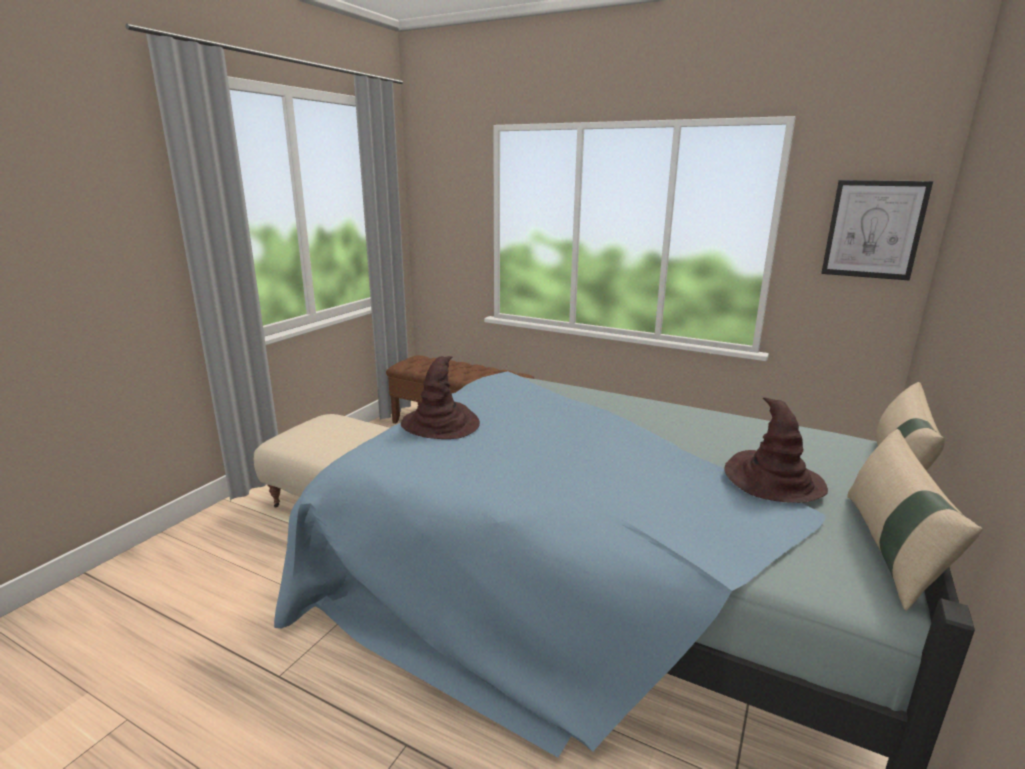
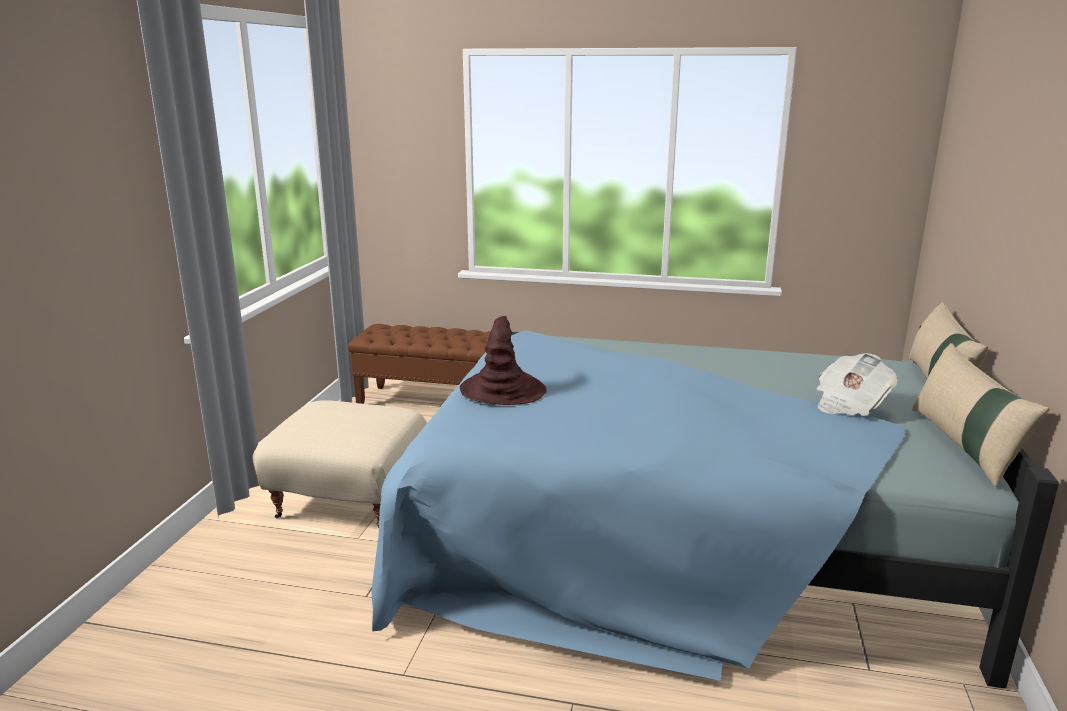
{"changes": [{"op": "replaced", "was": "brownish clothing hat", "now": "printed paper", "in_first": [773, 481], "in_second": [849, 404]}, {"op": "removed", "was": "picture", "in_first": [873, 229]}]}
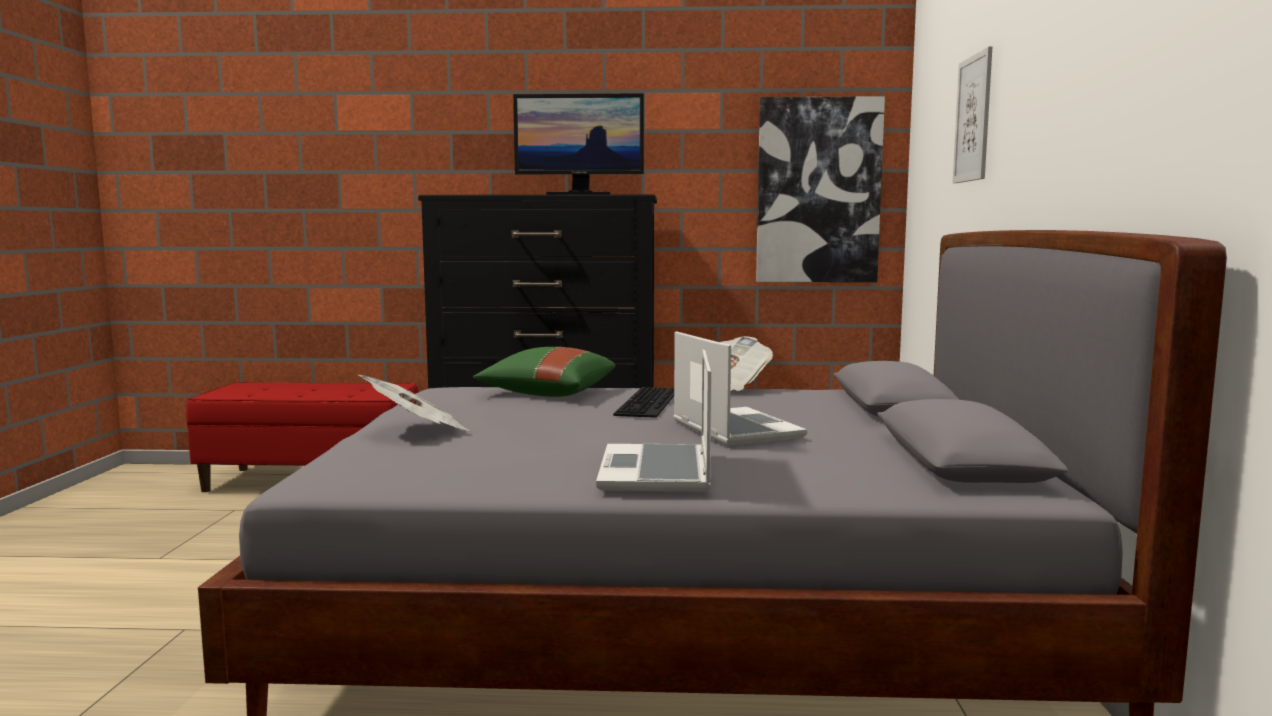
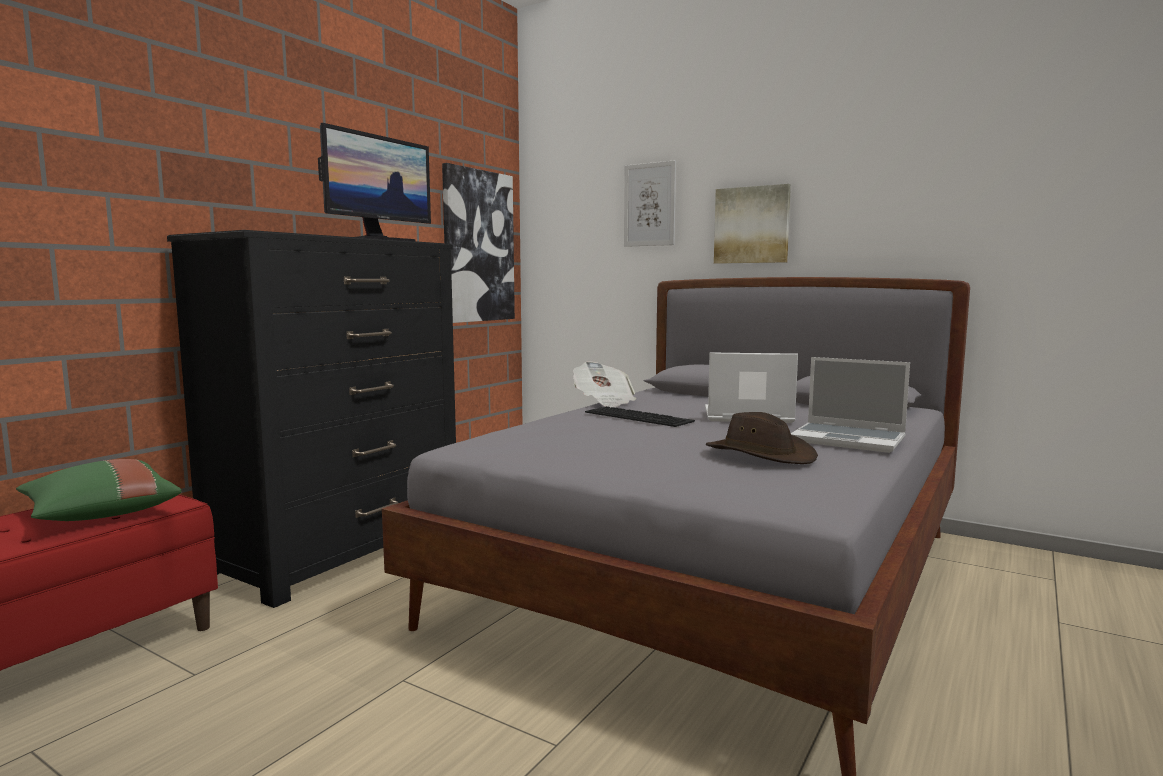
{"changes": [{"op": "removed", "was": "printed paper", "in_first": [418, 431]}, {"op": "moved", "was": "greenish cushion", "in_first": [547, 394], "in_second": [101, 514]}, {"op": "added", "now": "brownish clothing hat", "in_second": [760, 454]}, {"op": "added", "now": "picture", "in_second": [752, 225]}]}
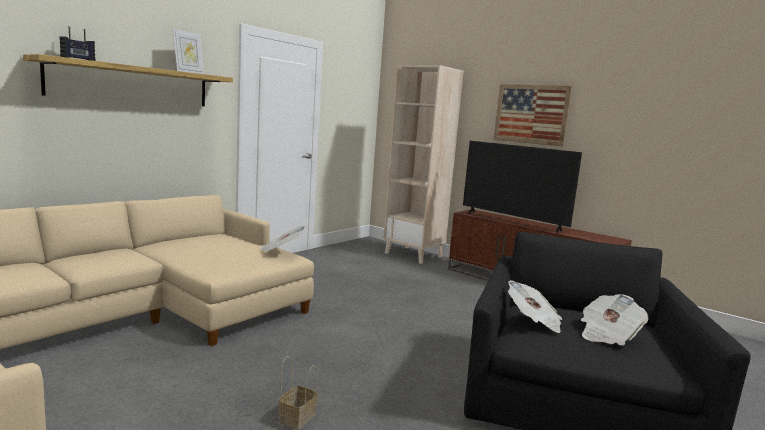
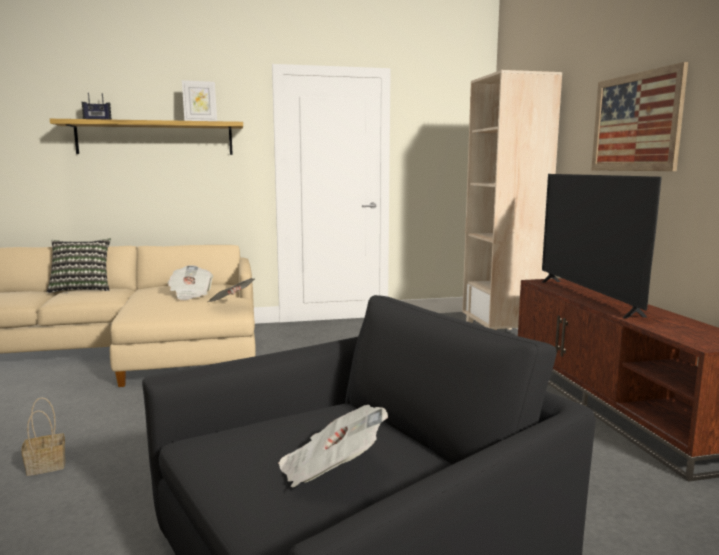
{"changes": [{"op": "moved", "was": "printed paper", "in_first": [533, 321], "in_second": [190, 295]}, {"op": "added", "now": "cushion", "in_second": [82, 289]}]}
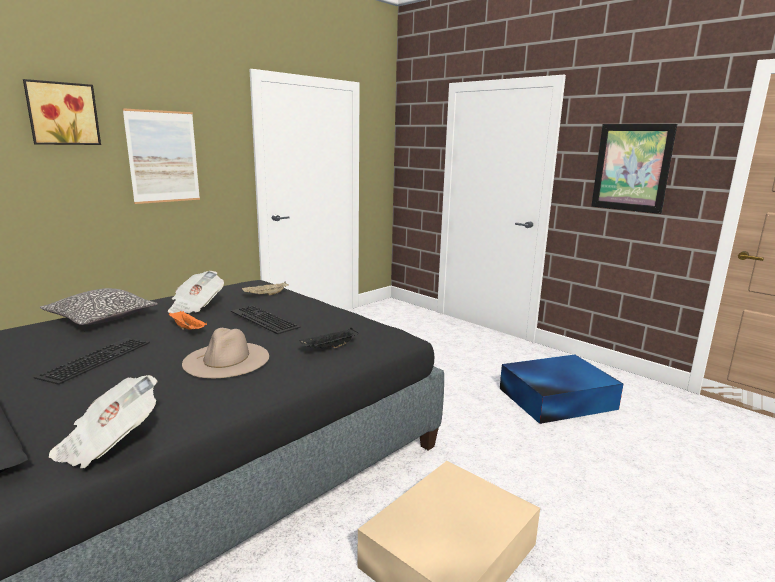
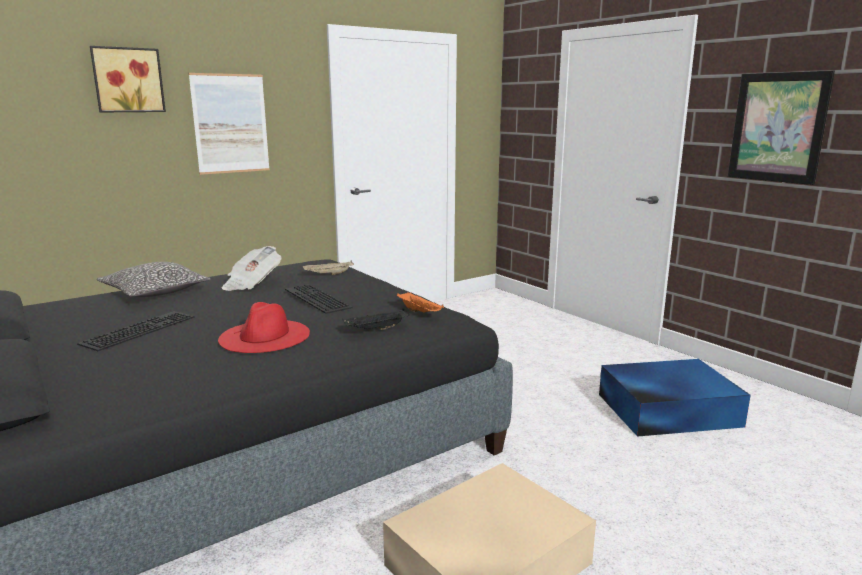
{"changes": [{"op": "removed", "was": "printed paper", "in_first": [108, 443]}, {"op": "moved", "was": "orange-coloured tray", "in_first": [188, 329], "in_second": [420, 312]}, {"op": "recoloured", "was": "sand-coloured clothing hat", "now": "reddish clothing hat", "in_first": [226, 359], "in_second": [265, 336]}]}
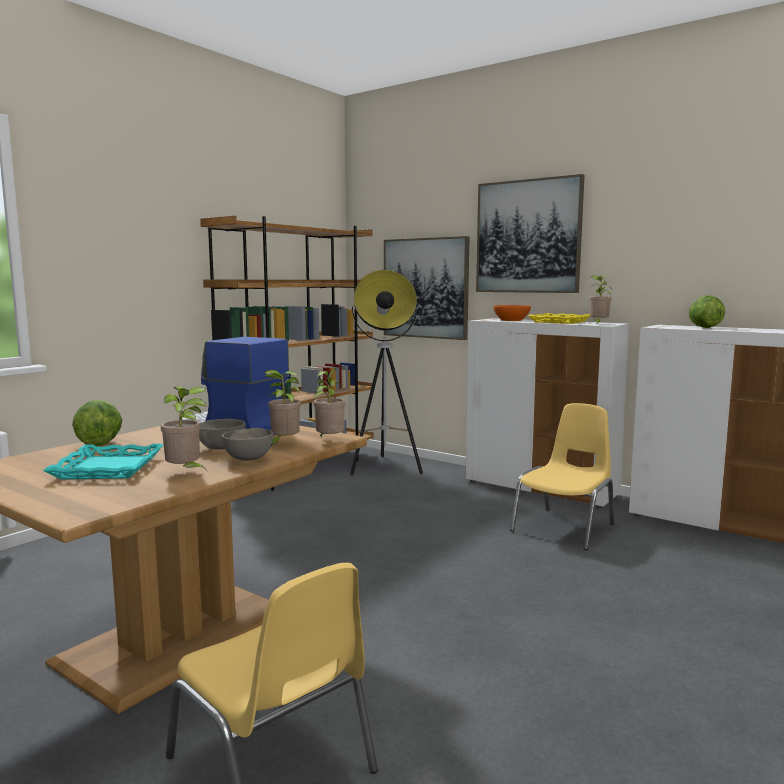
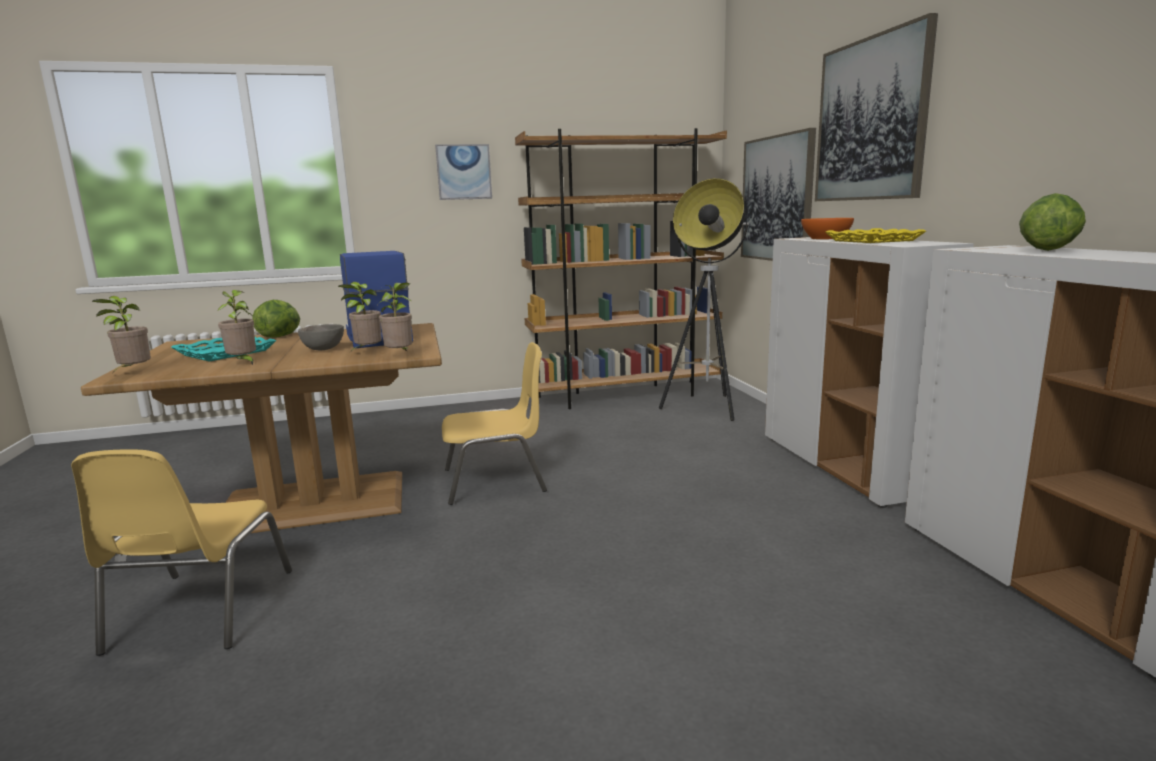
{"changes": [{"op": "removed", "was": "gray serving bowl", "in_first": [249, 459]}, {"op": "moved", "was": "yellow upright chair", "in_first": [565, 527], "in_second": [496, 481]}, {"op": "moved", "was": "houseplant", "in_first": [598, 324], "in_second": [133, 373]}, {"op": "added", "now": "picture", "in_second": [464, 172]}]}
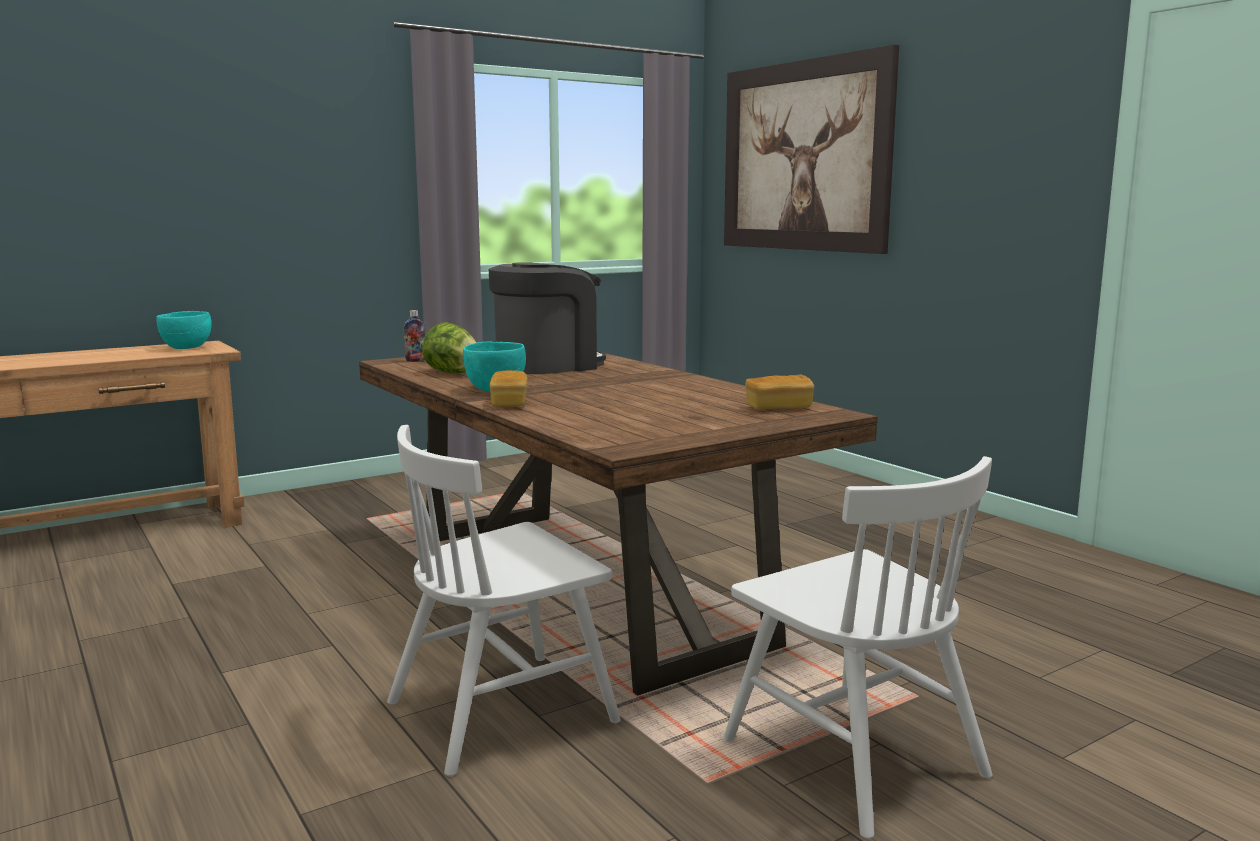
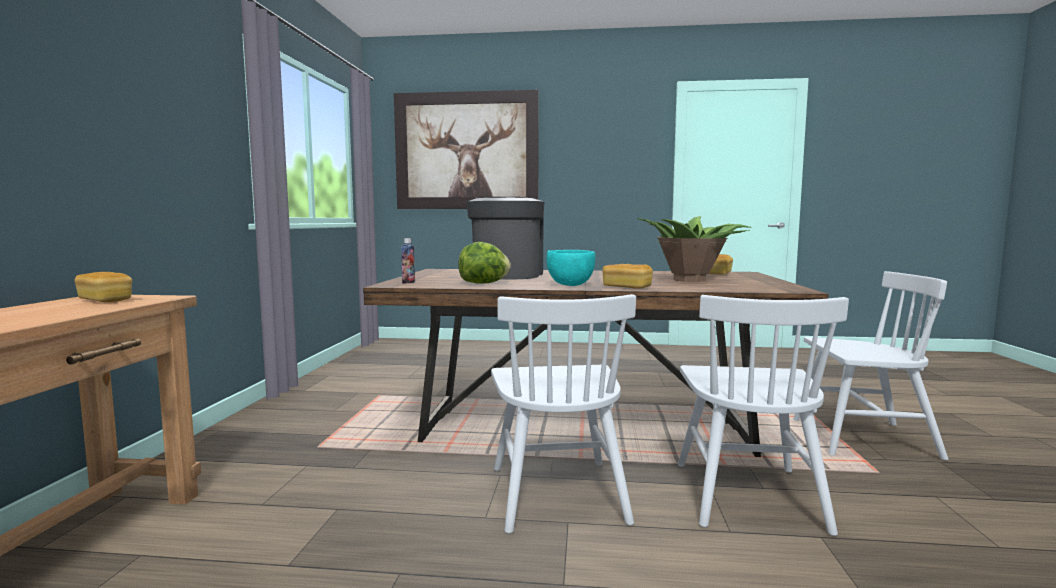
{"changes": [{"op": "replaced", "was": "turquoise-coloured serving bowl", "now": "bread", "in_first": [187, 348], "in_second": [105, 300]}, {"op": "added", "now": "white upright chair", "in_second": [557, 494]}, {"op": "added", "now": "houseplant", "in_second": [691, 280]}]}
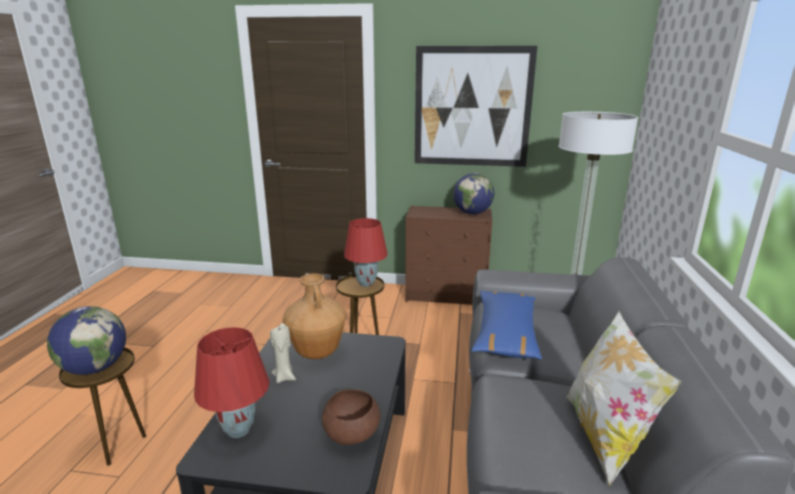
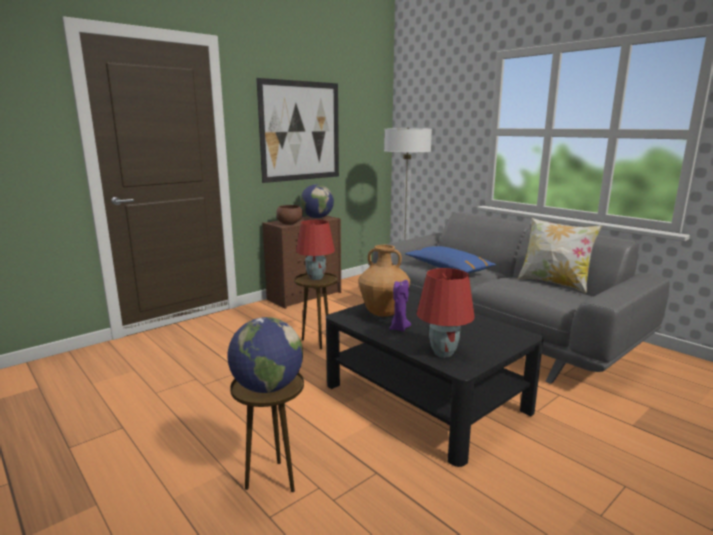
{"changes": [{"op": "recoloured", "was": "sand-coloured candle", "now": "purple-coloured candle", "in_first": [284, 377], "in_second": [399, 328]}, {"op": "moved", "was": "brownish serving bowl", "in_first": [352, 435], "in_second": [290, 223]}]}
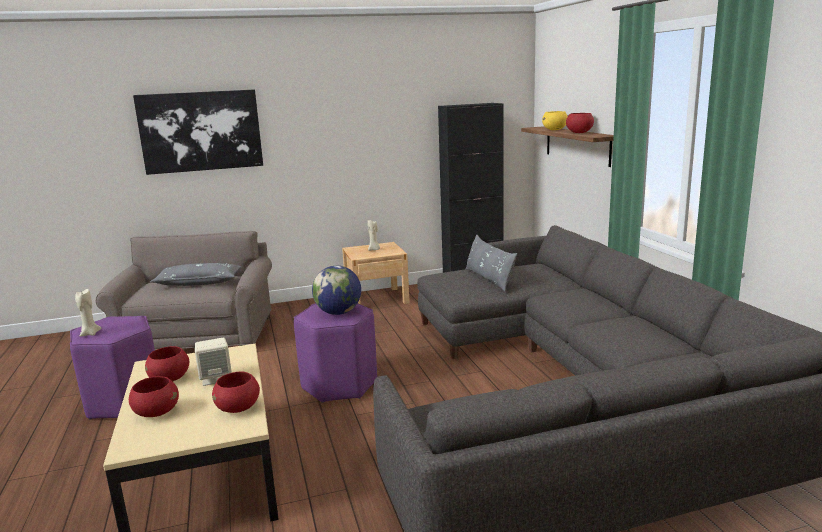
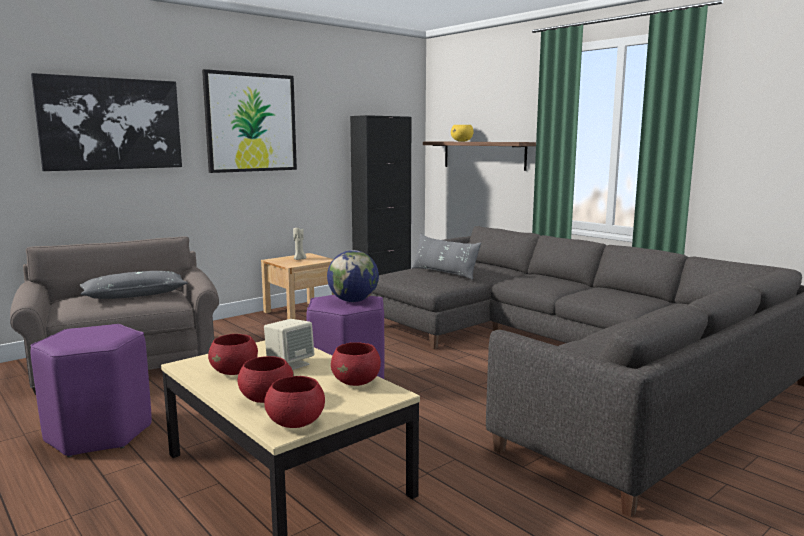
{"changes": [{"op": "removed", "was": "sand-coloured candle", "in_first": [90, 334]}, {"op": "moved", "was": "reddish serving bowl", "in_first": [579, 132], "in_second": [295, 423]}, {"op": "added", "now": "picture", "in_second": [251, 122]}]}
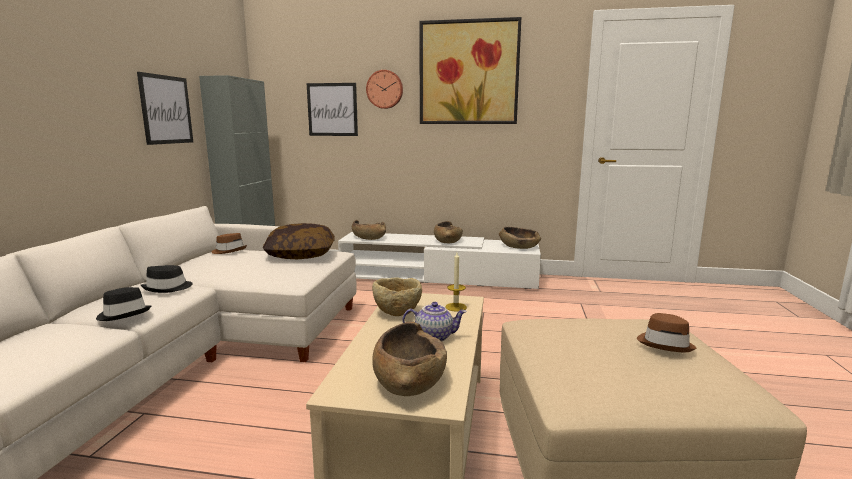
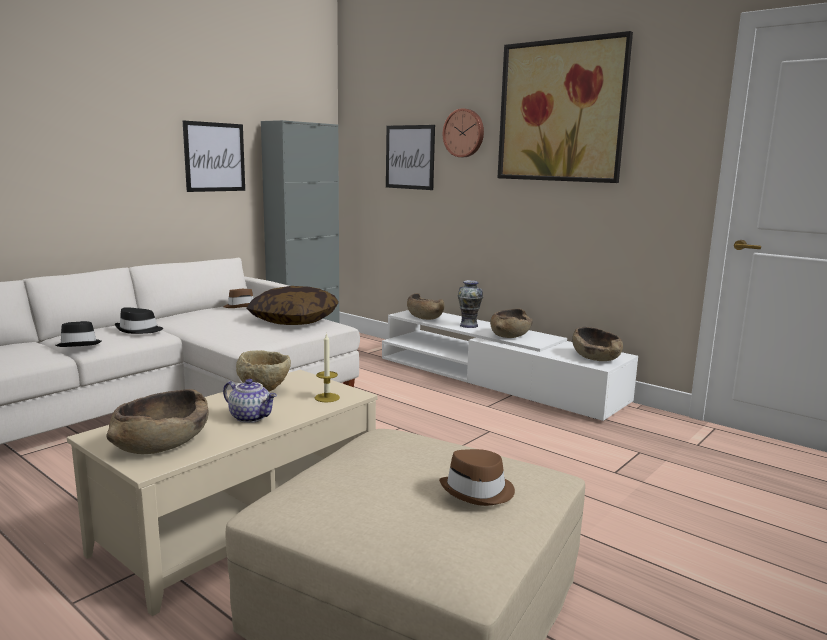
{"changes": [{"op": "added", "now": "decorative vase", "in_second": [469, 325]}]}
